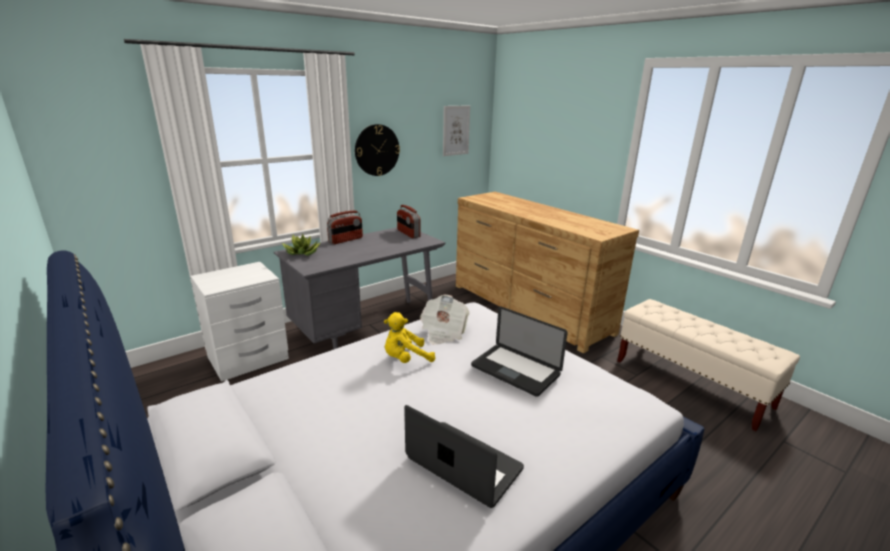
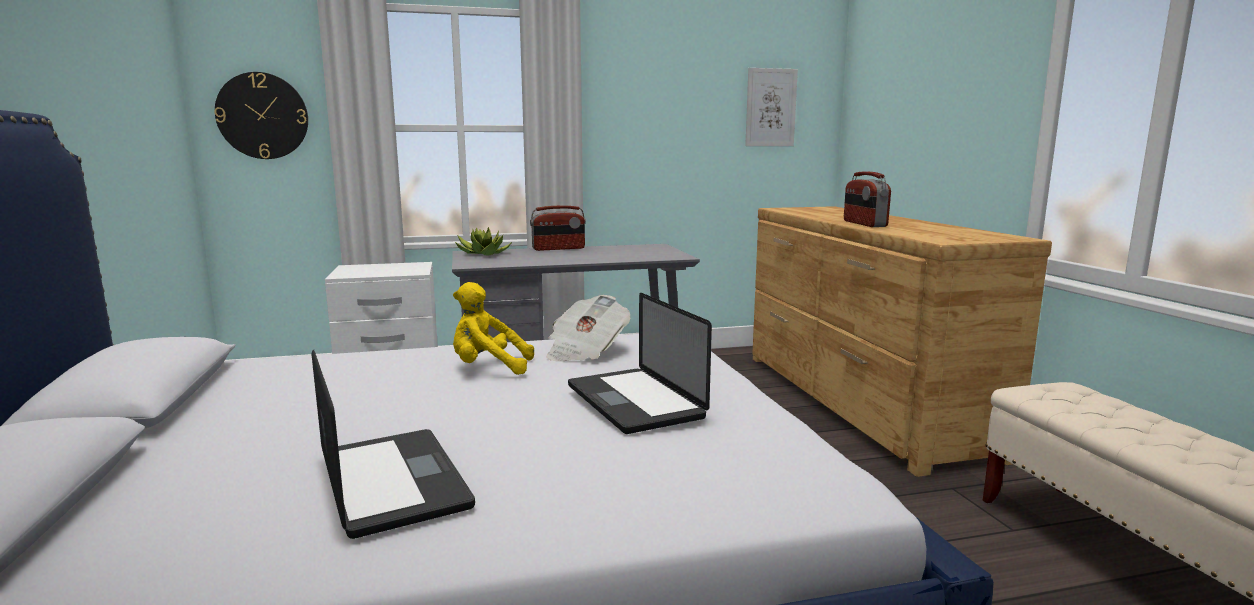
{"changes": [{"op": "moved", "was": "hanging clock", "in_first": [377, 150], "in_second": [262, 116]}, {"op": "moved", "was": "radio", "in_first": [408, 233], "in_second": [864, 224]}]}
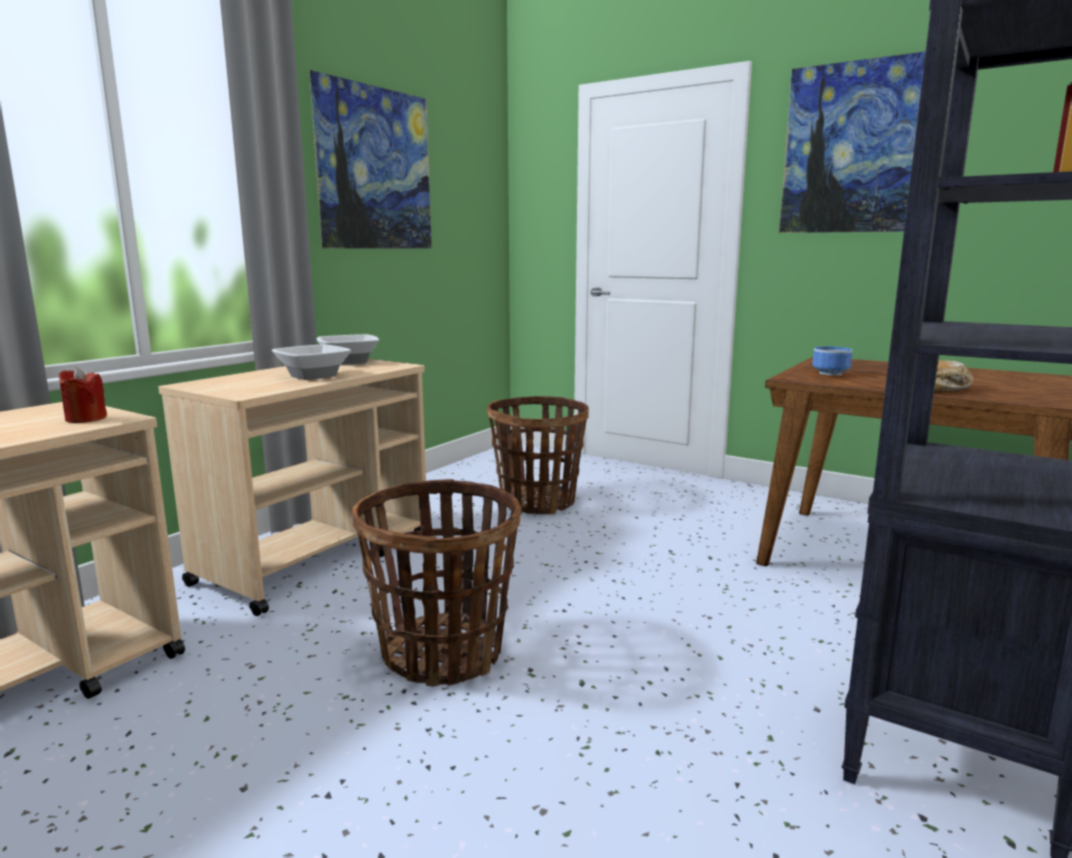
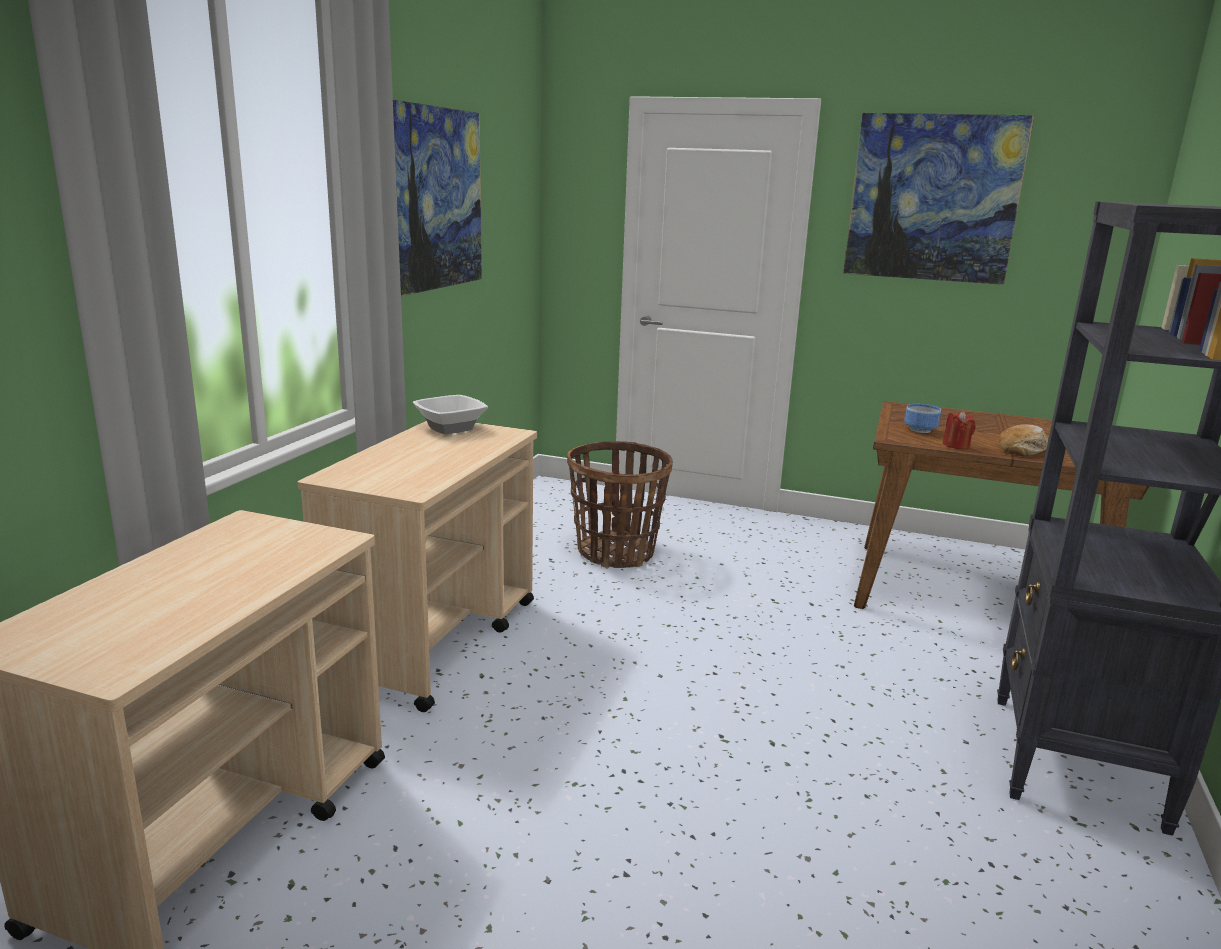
{"changes": [{"op": "moved", "was": "reddish candle", "in_first": [86, 419], "in_second": [956, 445]}, {"op": "removed", "was": "serving bowl", "in_first": [314, 376]}, {"op": "removed", "was": "basket", "in_first": [443, 653]}]}
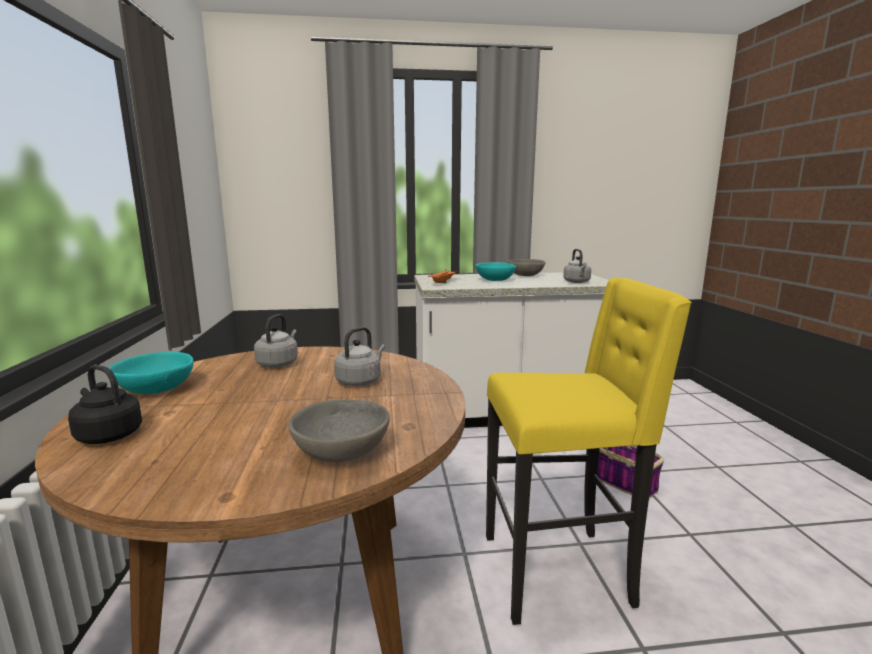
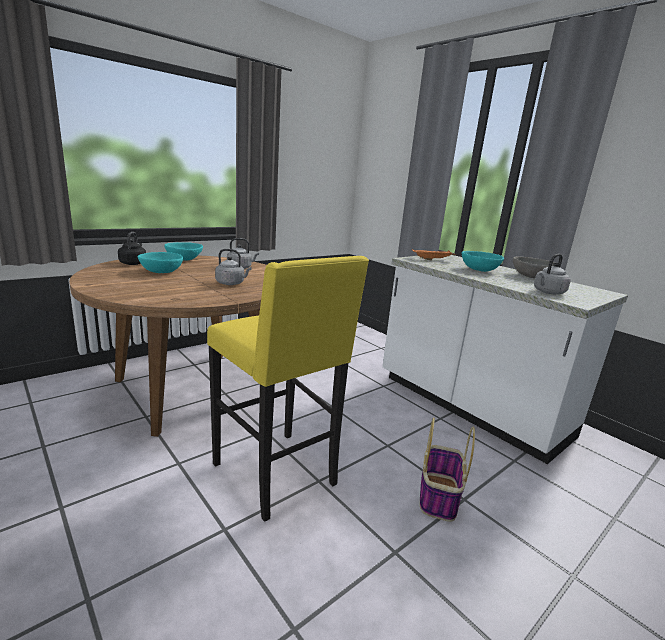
{"changes": [{"op": "removed", "was": "gray serving bowl", "in_first": [343, 451]}, {"op": "added", "now": "turquoise-coloured serving bowl", "in_second": [162, 272]}]}
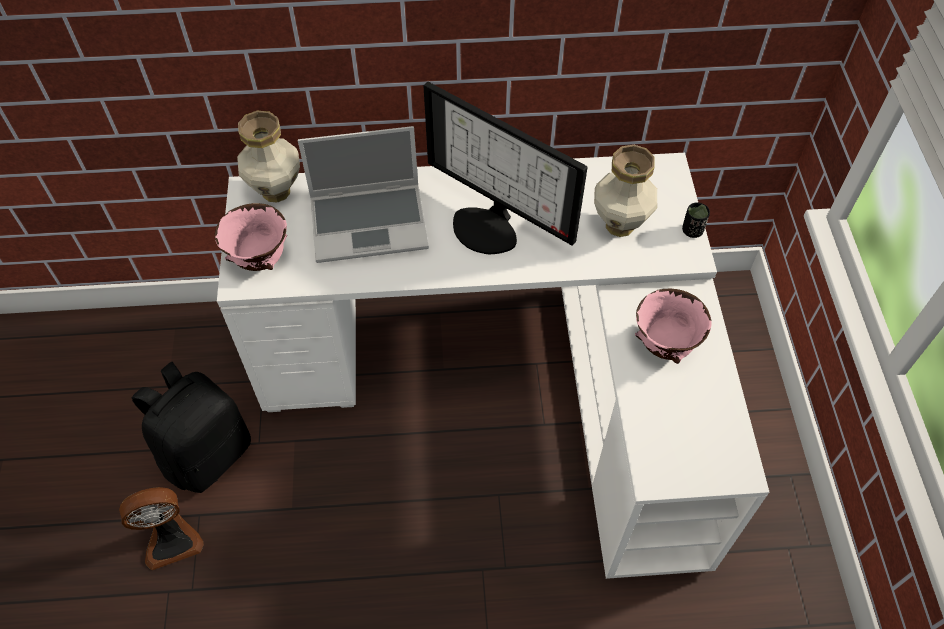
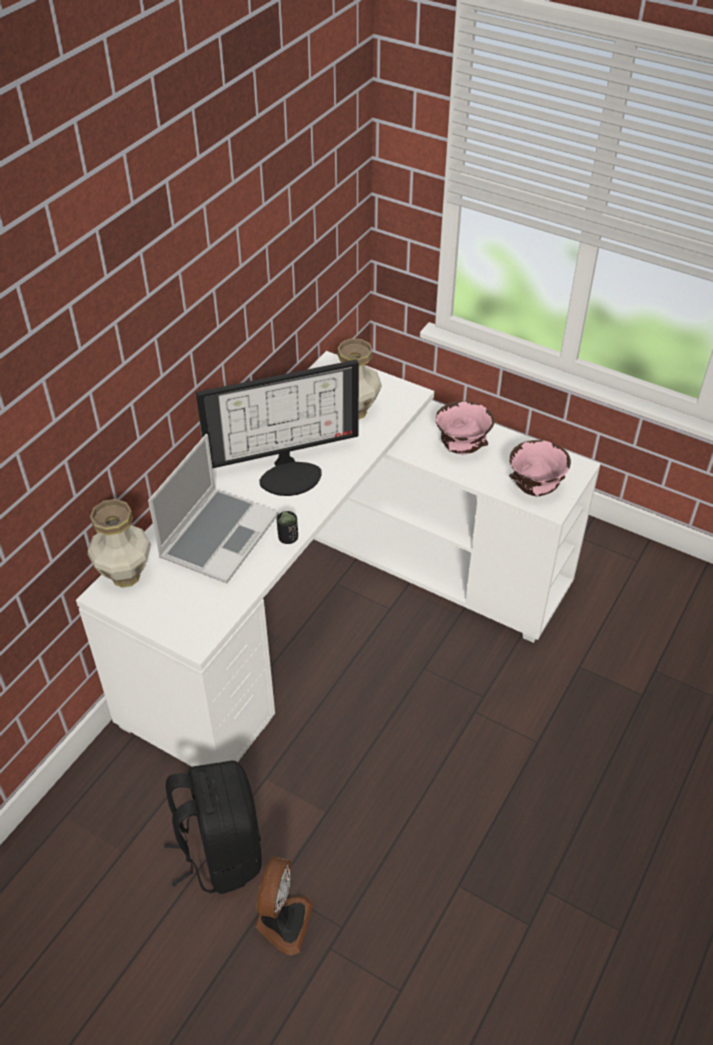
{"changes": [{"op": "moved", "was": "pink-coloured serving bowl", "in_first": [259, 259], "in_second": [534, 490]}, {"op": "moved", "was": "black-coloured small cup", "in_first": [692, 230], "in_second": [288, 538]}]}
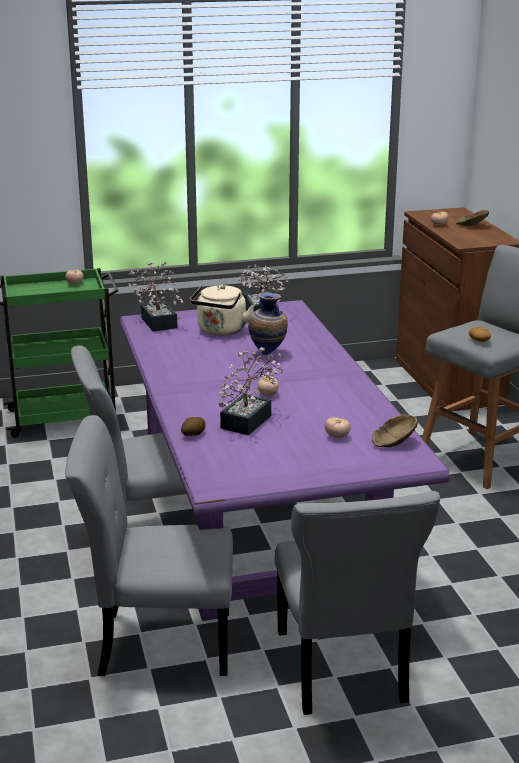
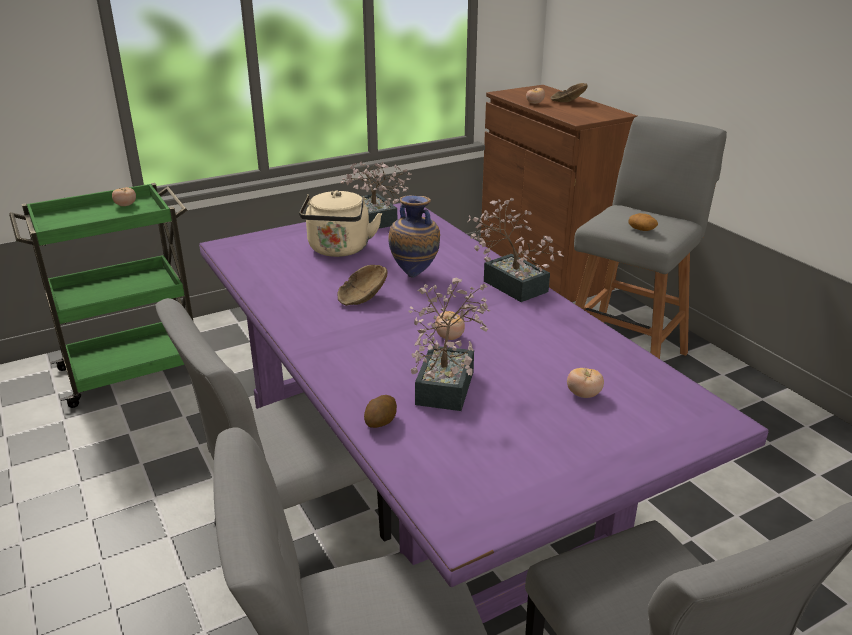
{"changes": [{"op": "moved", "was": "houseplant", "in_first": [158, 321], "in_second": [510, 283]}, {"op": "moved", "was": "brownish serving bowl", "in_first": [392, 442], "in_second": [361, 298]}]}
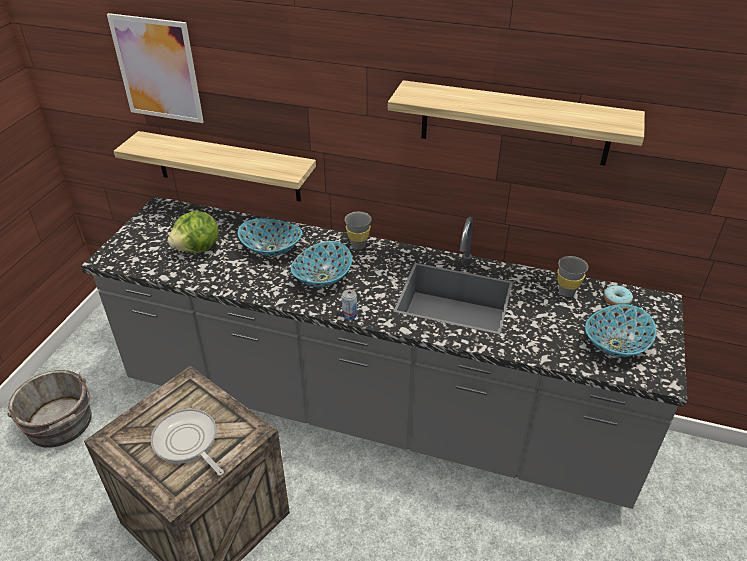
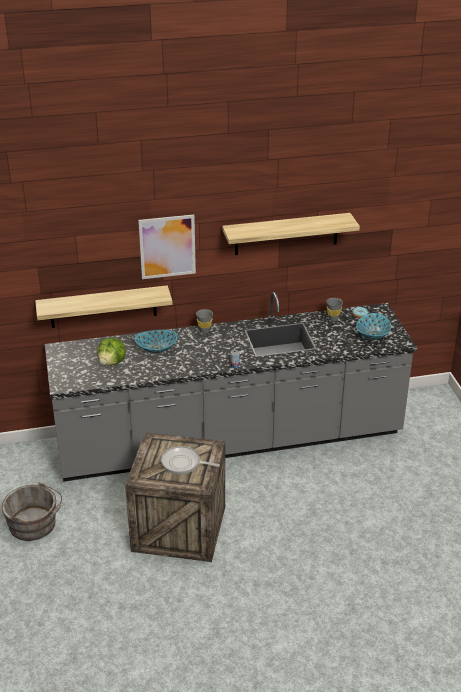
{"changes": [{"op": "moved", "was": "picture", "in_first": [157, 69], "in_second": [167, 246]}, {"op": "removed", "was": "serving bowl", "in_first": [321, 278]}]}
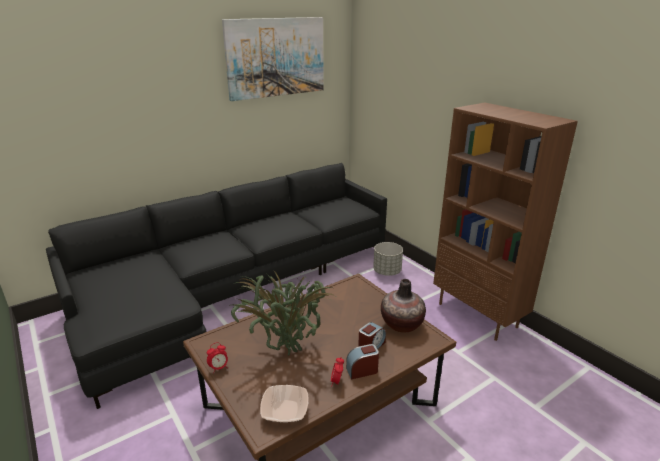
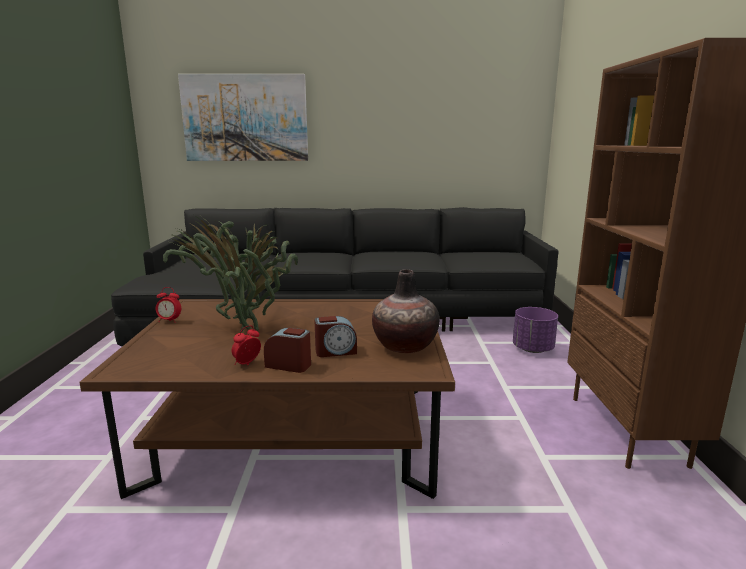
{"changes": [{"op": "moved", "was": "picture", "in_first": [276, 57], "in_second": [245, 118]}, {"op": "removed", "was": "serving bowl", "in_first": [285, 410]}, {"op": "recoloured", "was": "gray planter", "now": "purple-coloured planter", "in_first": [386, 271], "in_second": [532, 349]}]}
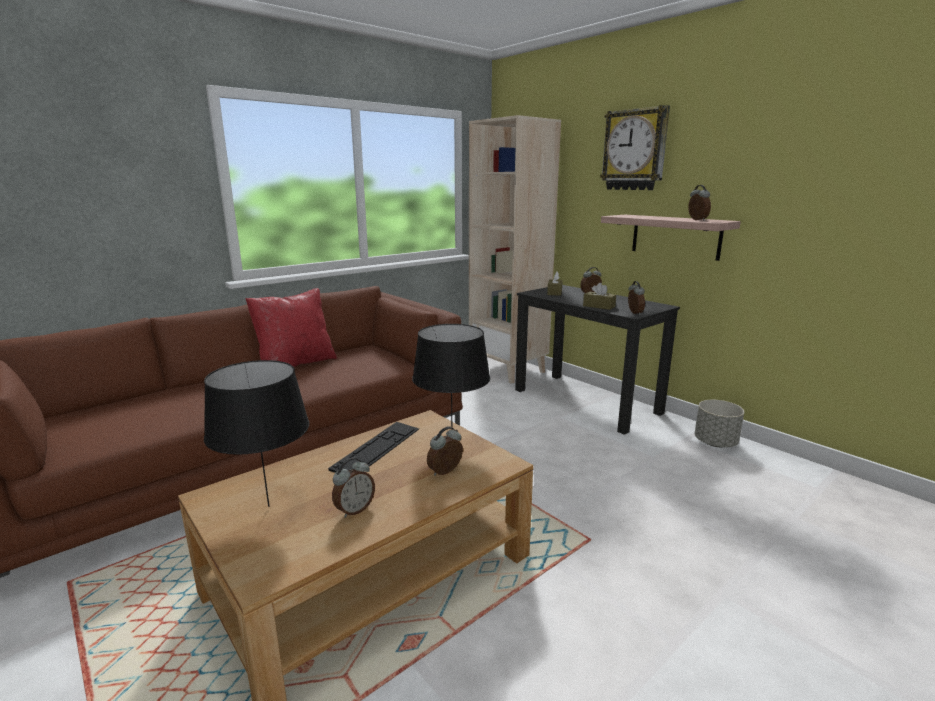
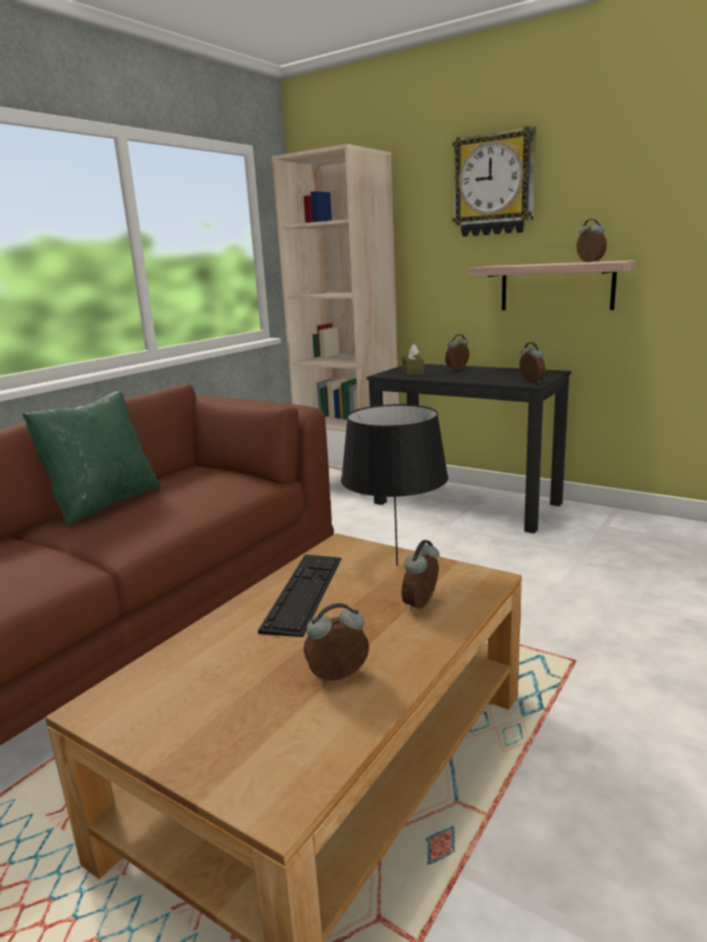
{"changes": [{"op": "removed", "was": "black-coloured tabletop lamp", "in_first": [269, 506]}, {"op": "recoloured", "was": "reddish cushion", "now": "greenish cushion", "in_first": [296, 364], "in_second": [103, 503]}, {"op": "turned", "was": "table clock", "in_first": [354, 510], "in_second": [339, 677], "clockwise": -135}, {"op": "removed", "was": "brownish tissue box", "in_first": [599, 306]}, {"op": "removed", "was": "gray planter", "in_first": [715, 443]}]}
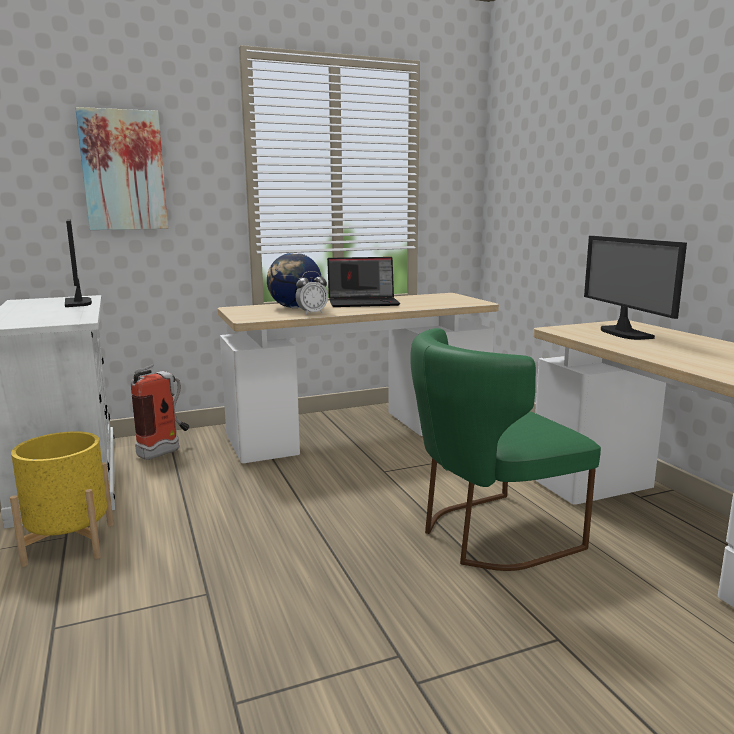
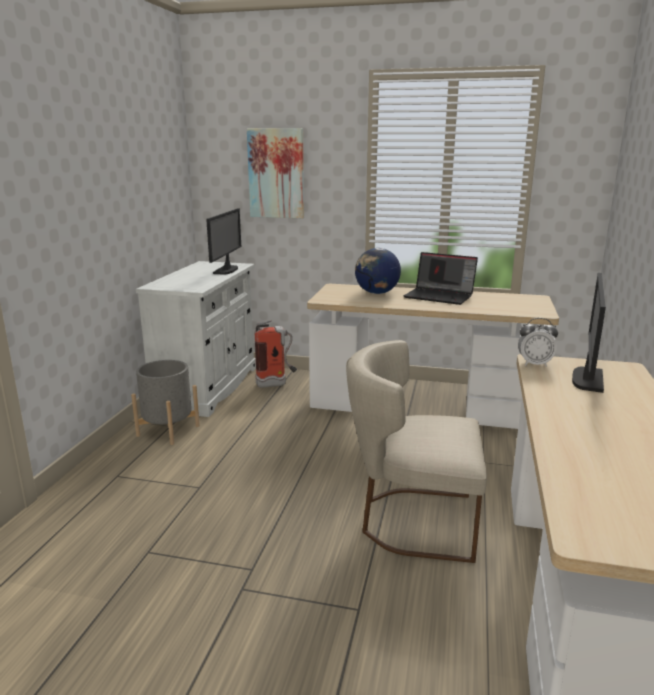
{"changes": [{"op": "recoloured", "was": "yellow planter", "now": "gray planter", "in_first": [70, 543], "in_second": [168, 430]}, {"op": "moved", "was": "table clock", "in_first": [312, 313], "in_second": [534, 364]}, {"op": "recoloured", "was": "greenish upright chair", "now": "sand-coloured upright chair", "in_first": [488, 535], "in_second": [411, 521]}]}
